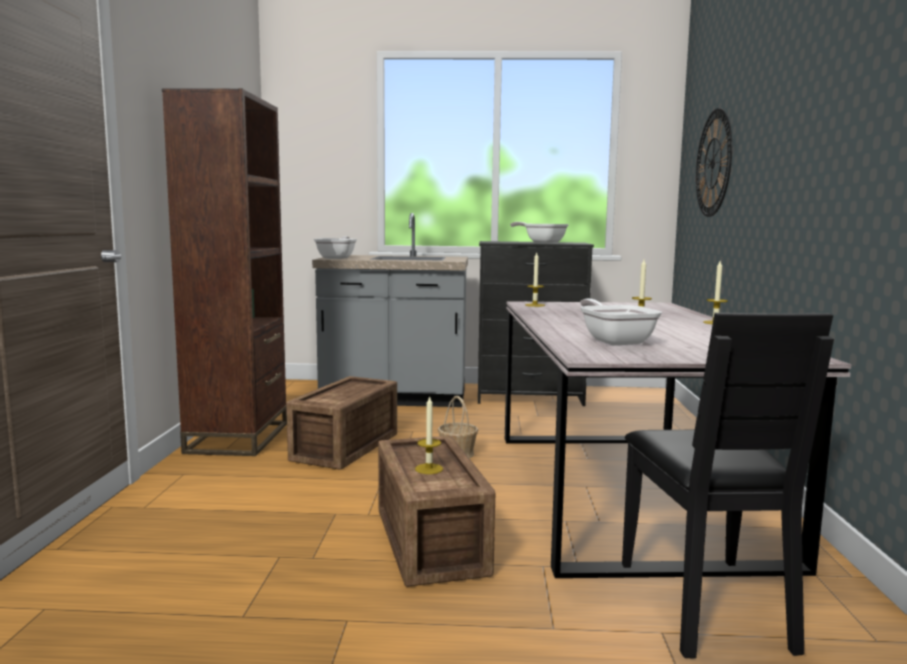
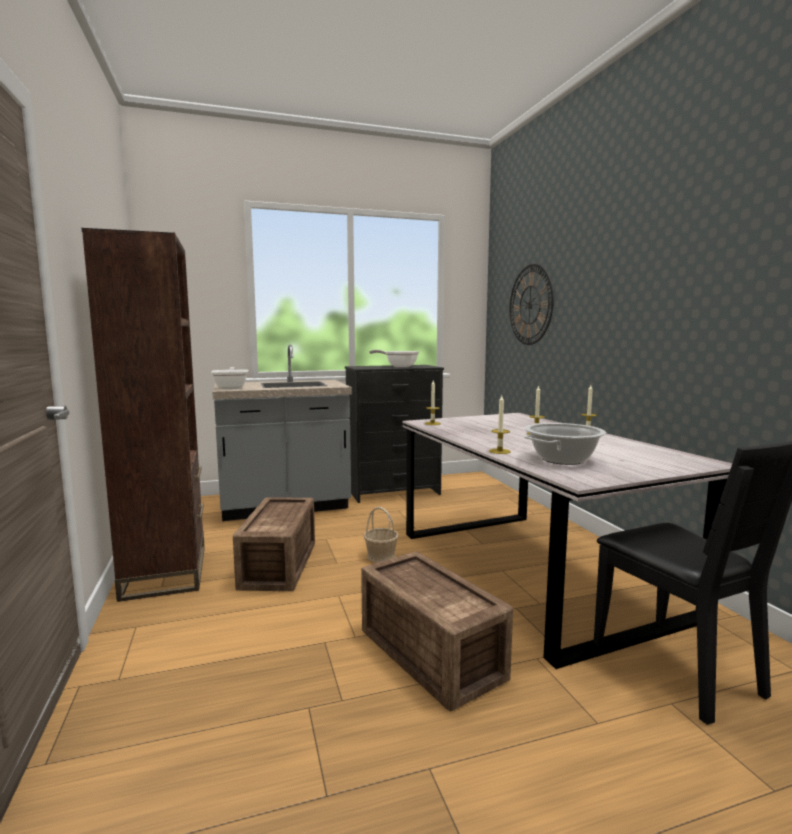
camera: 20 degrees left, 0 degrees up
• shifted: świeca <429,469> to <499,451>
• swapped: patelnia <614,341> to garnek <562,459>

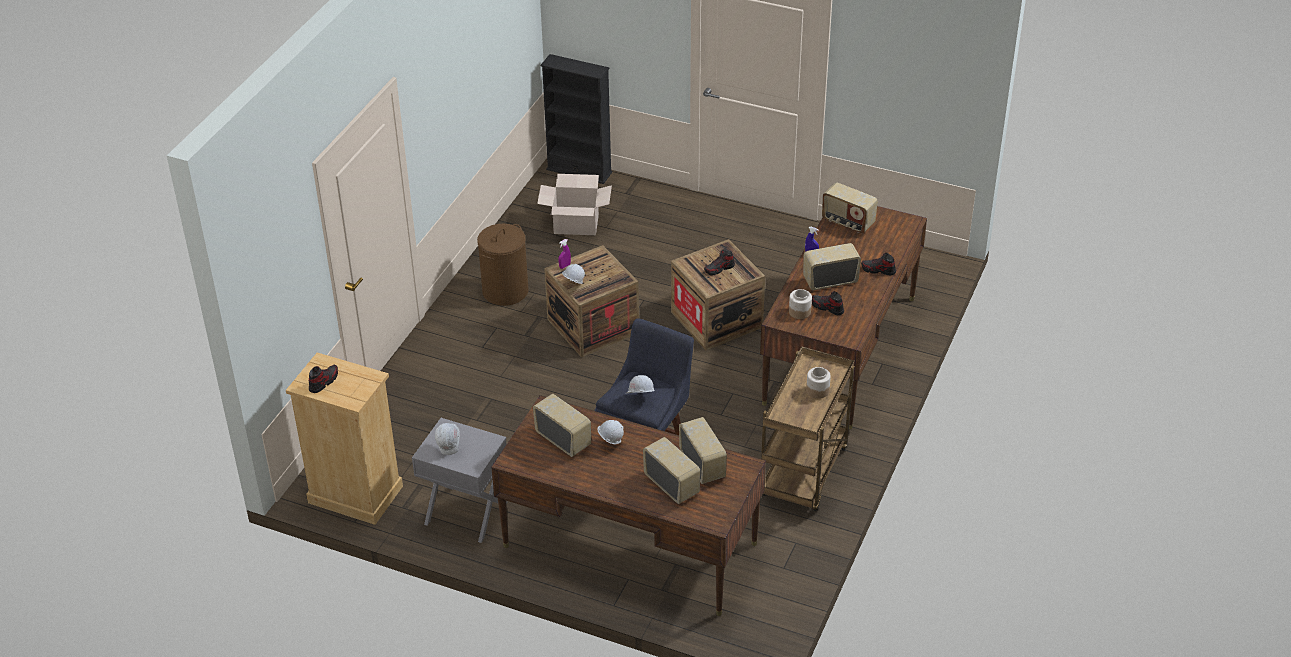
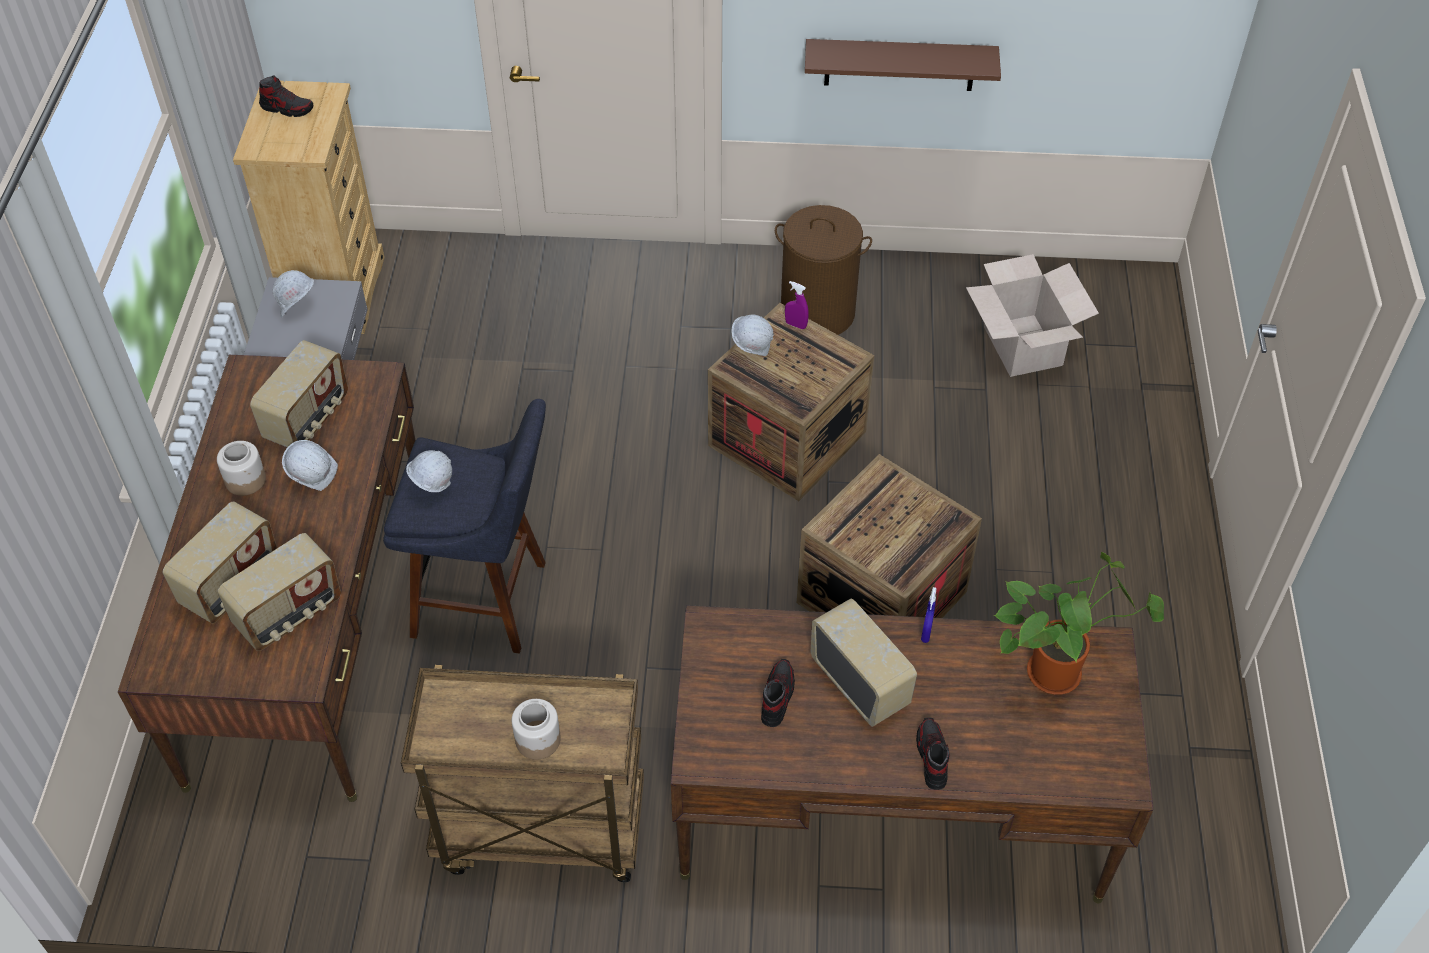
camera: 70 degrees right, 10 degrees up
• shifted: słoik <799,312> to <246,479>
• new: półka/brązowy <899,64>
• swapped: radio <847,222> to roślina doniczkowa <1057,669>
• gone: regał/czarny <579,171>
• gone: but <719,269>

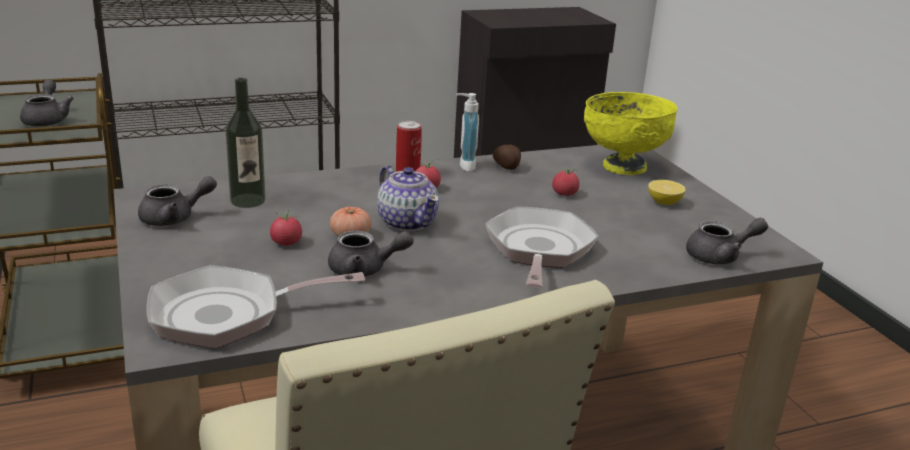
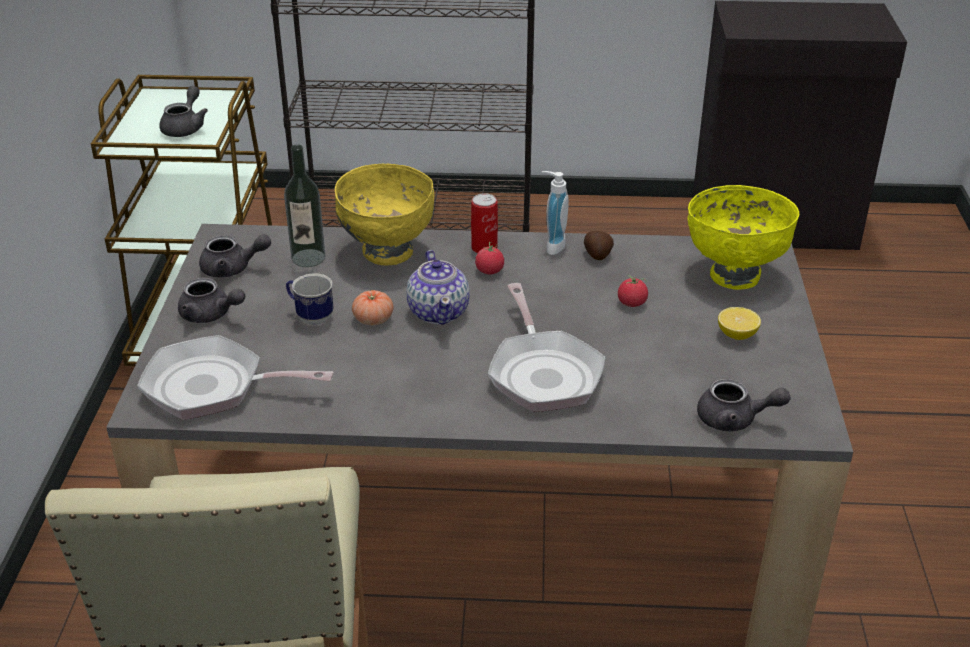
camera: 25 degrees right, 10 degrees up
• shifted: imbryk/szary <365,269> to <210,315>
• swapped: pomidor <286,243> to kubek <310,316>
• new: miska/żółty <387,253>
• rotated: patelnia <539,250> = <543,372> 135 degrees clockwise

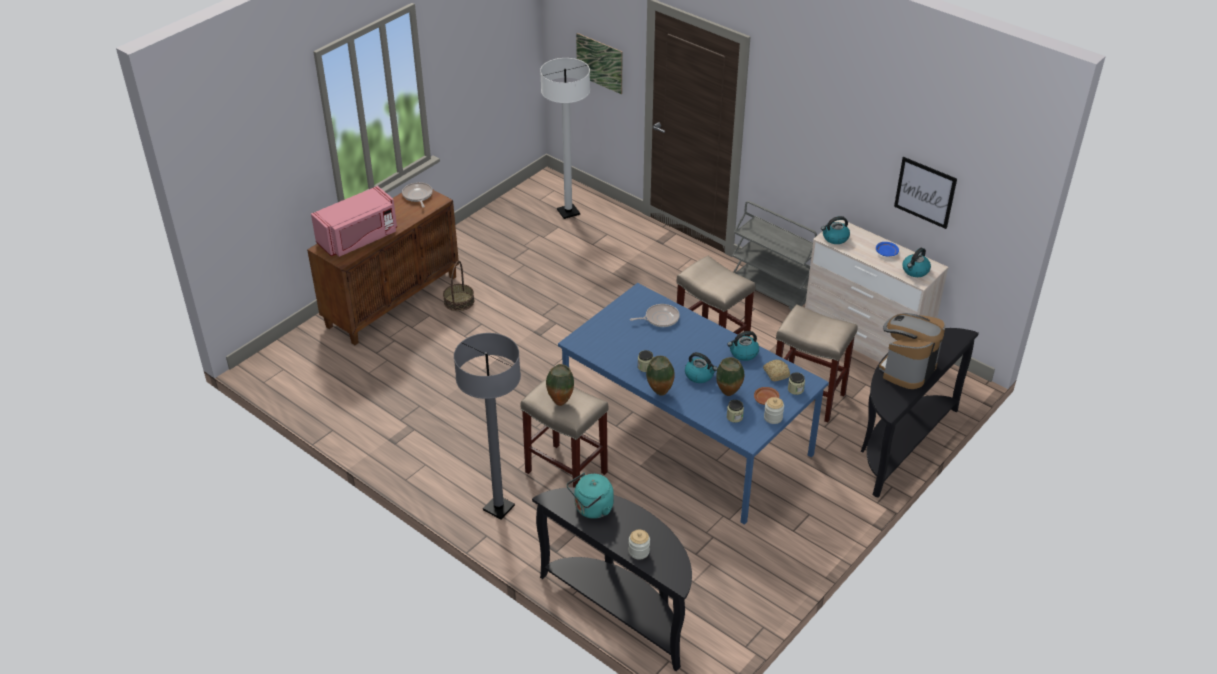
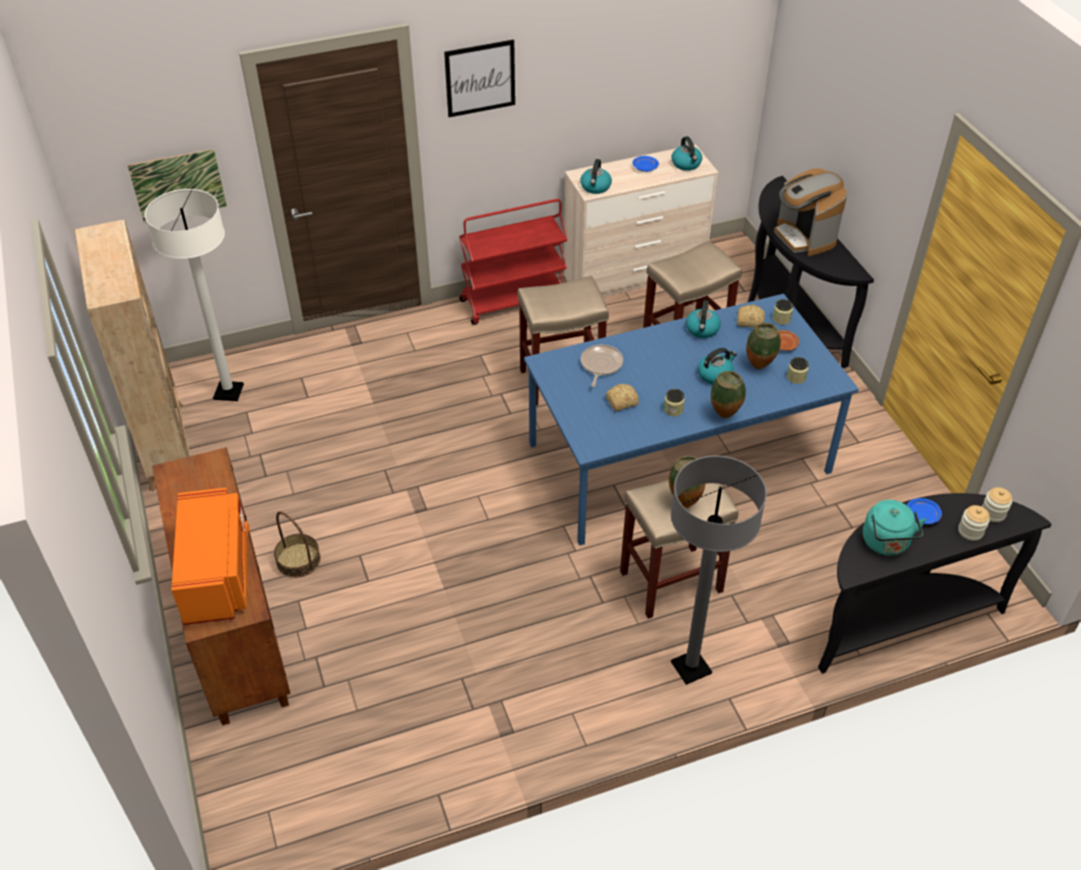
camera: 60 degrees left, 5 degrees up
• new: regał/beżowy <167,445>
• repainted: mikrofalówka/różowy <358,238> to mikrofalówka/pomarańczowy <217,574>
• shifted: obraz <925,192> to <480,78>
• repainted: wózek/szary <773,293> to wózek/czerwony <514,301>
• new: chleb <620,401>
• new: talerz/niebieski <923,515>
• shifted: słoik <773,417> to <993,513>
• gone: patelnia <417,196>

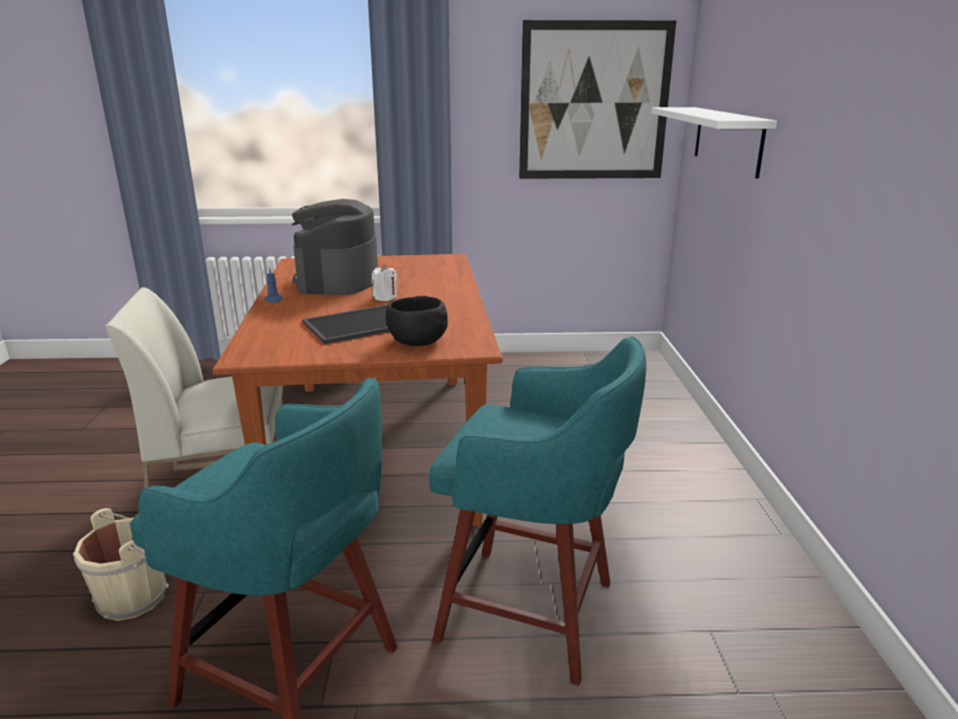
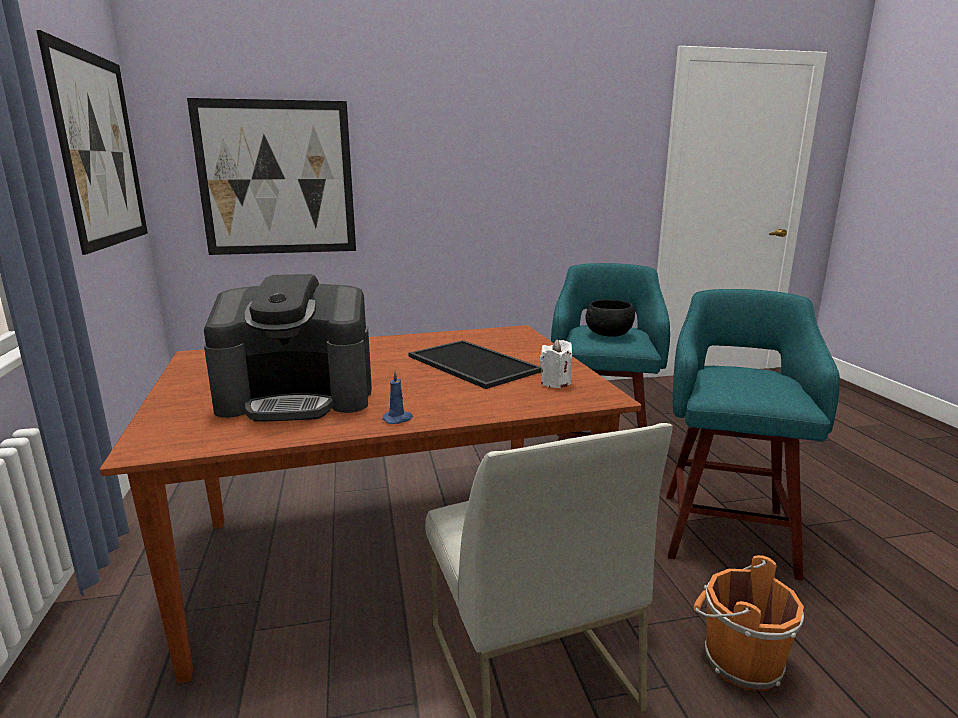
camera: 100 degrees left, 5 degrees down
• swapped: półka/biały <727,139> to obraz <277,179>
• shifted: świeca/biały <385,298> to <555,383>
• shifted: miska/czarny <416,341> to <608,334>
• repainted: wiadro/beżowy <135,595> to wiadro/pomarańczowy <738,660>

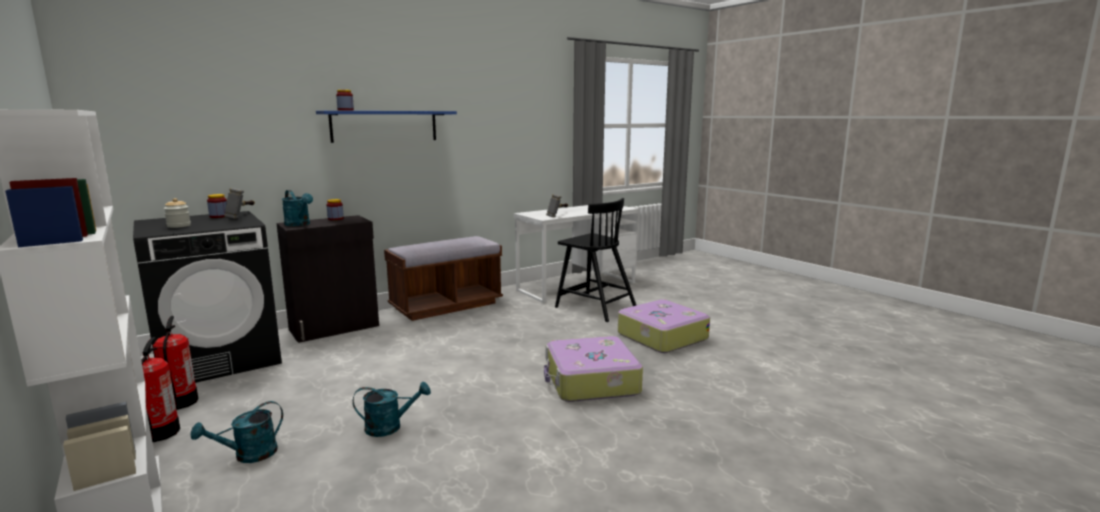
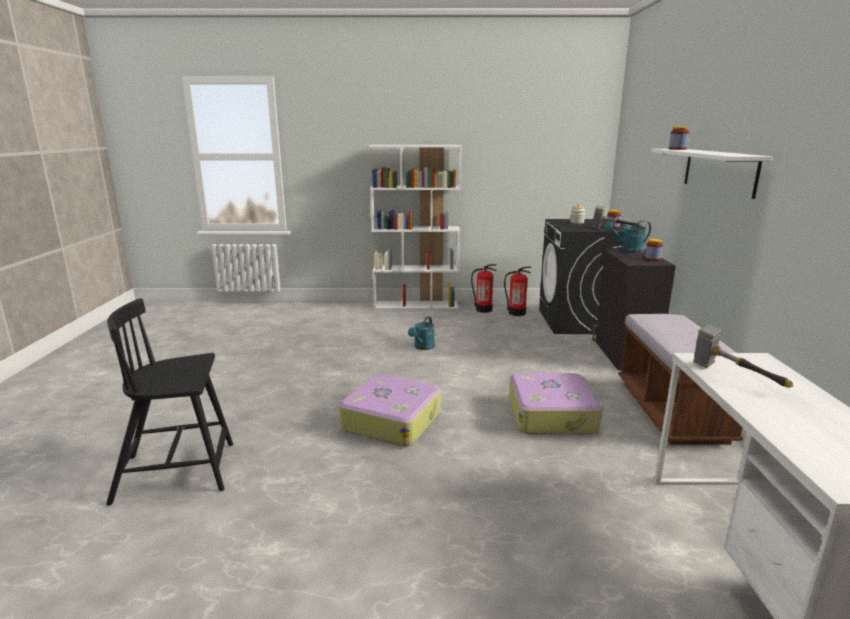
camera: 125 degrees right, 5 degrees up
• shifted: krzesło/czarny <594,307> to <178,472>
• shifted: walizka <661,336> to <552,415>
• repainted: półka/niebieski <384,126> to półka/biały <719,171>
• gone: konewka/turkusowy <248,455>

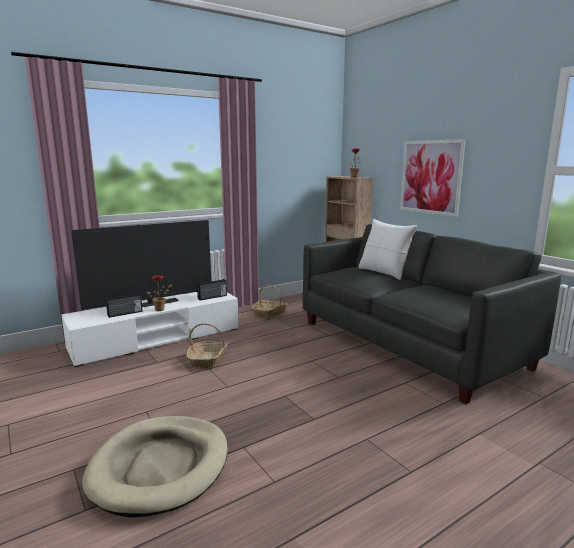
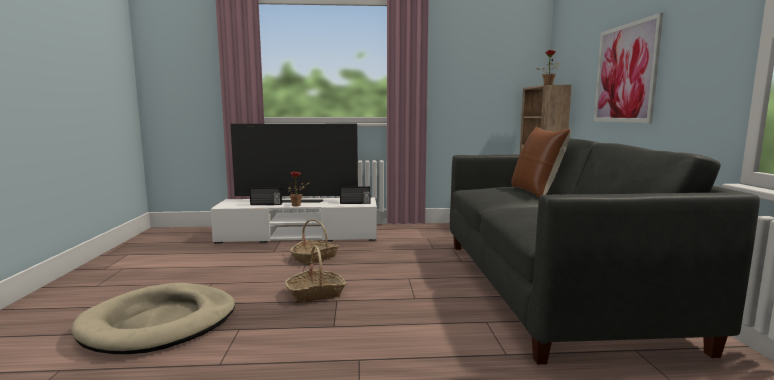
camera: 30 degrees right, 5 degrees down
• shifted: koszyk <270,313> to <316,294>
• repainted: poduszka/biały <384,272> to poduszka/brązowy <535,192>

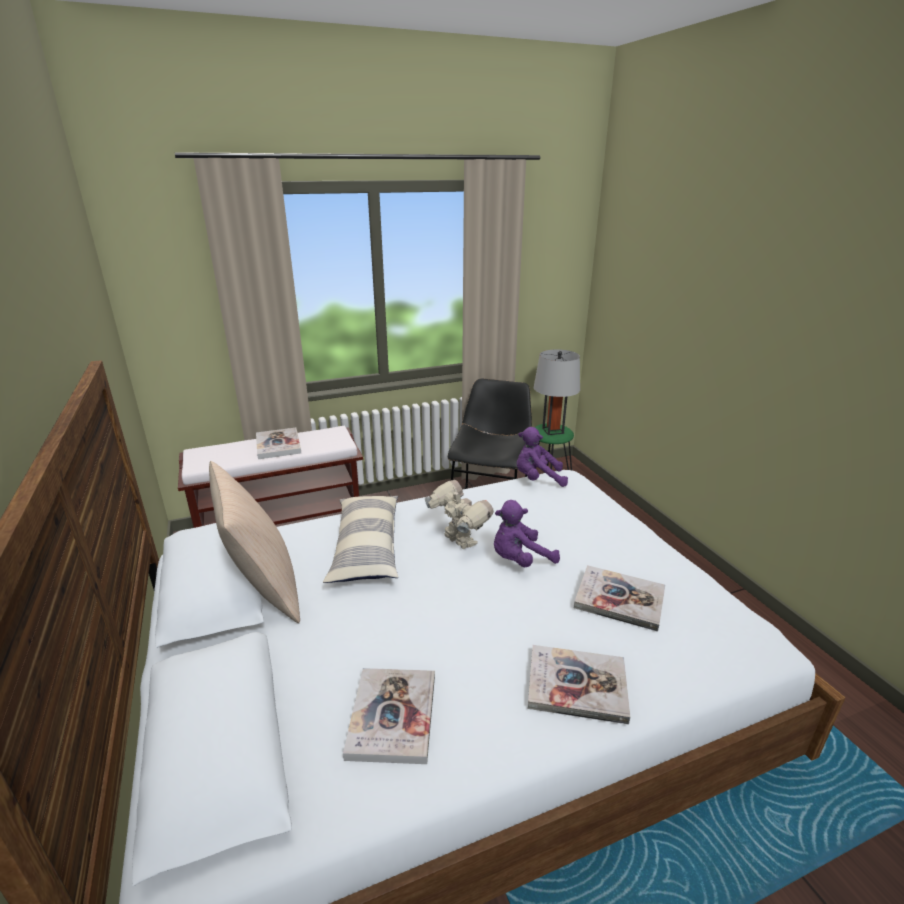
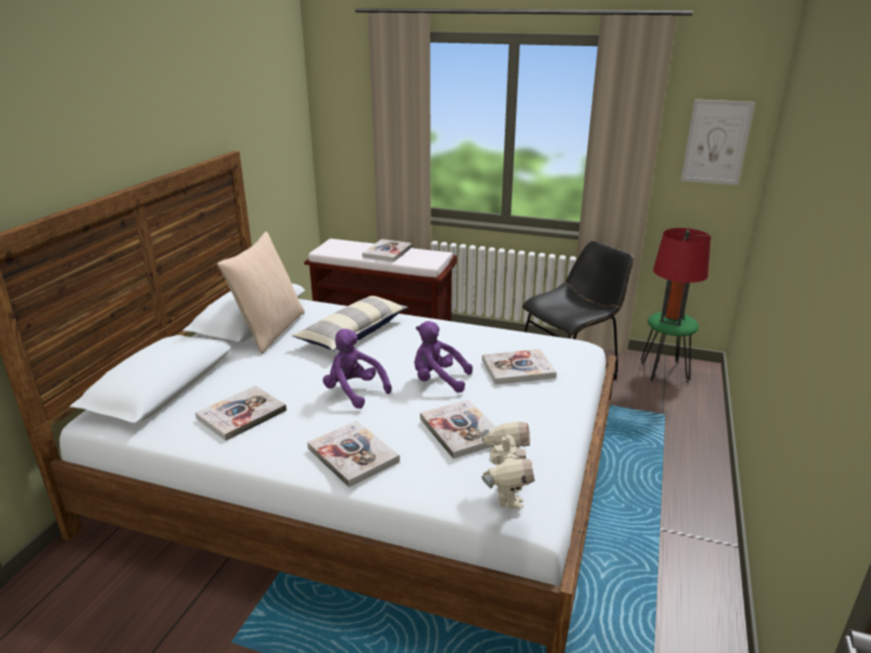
camera: 40 degrees right, 0 degrees up
• shifted: pluszak/fioletowy <537,479> to <354,391>
• shifted: robot zabawkowy <458,542> to <505,496>
• new: książka <518,368>
• repainted: lampa stołowa/szary <552,430> to lampa stołowa/czerwony <671,320>
• new: obraz <716,142>

